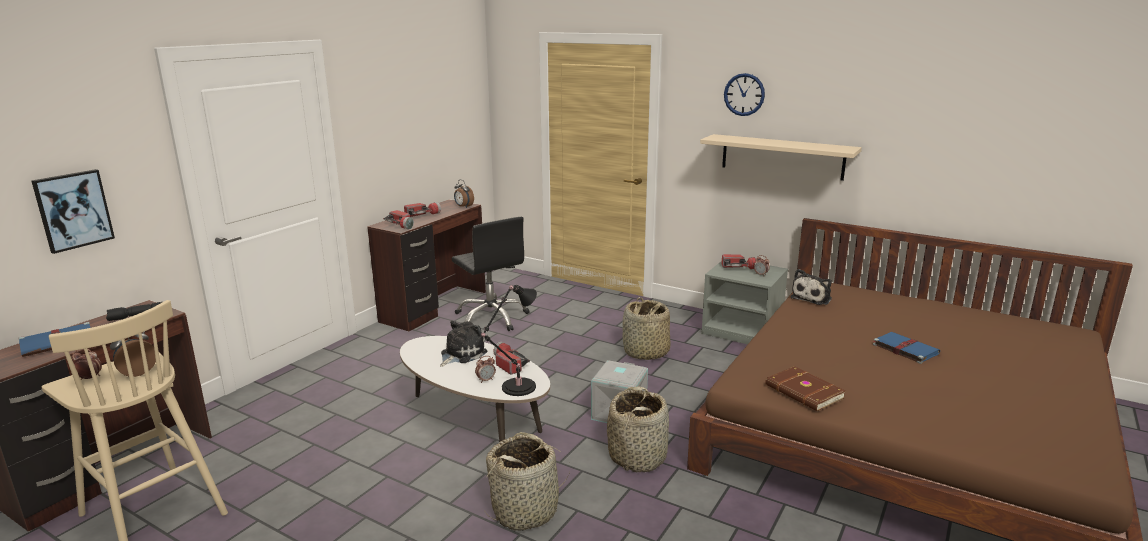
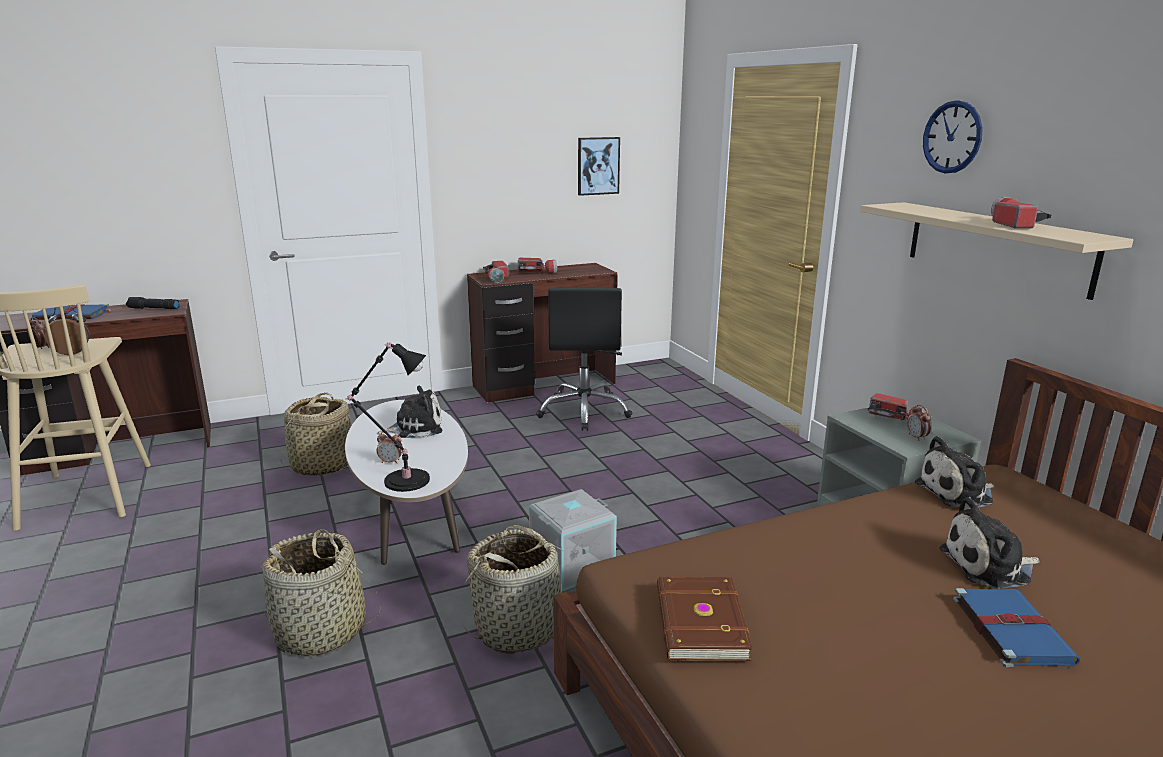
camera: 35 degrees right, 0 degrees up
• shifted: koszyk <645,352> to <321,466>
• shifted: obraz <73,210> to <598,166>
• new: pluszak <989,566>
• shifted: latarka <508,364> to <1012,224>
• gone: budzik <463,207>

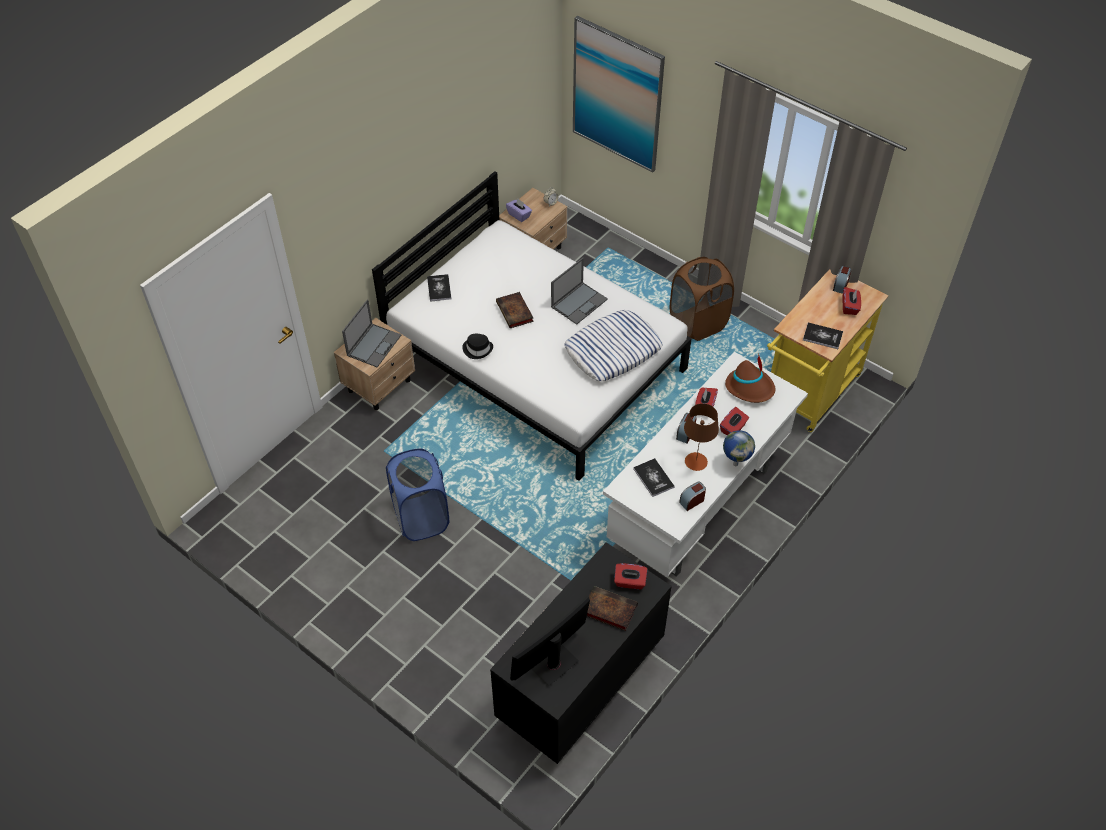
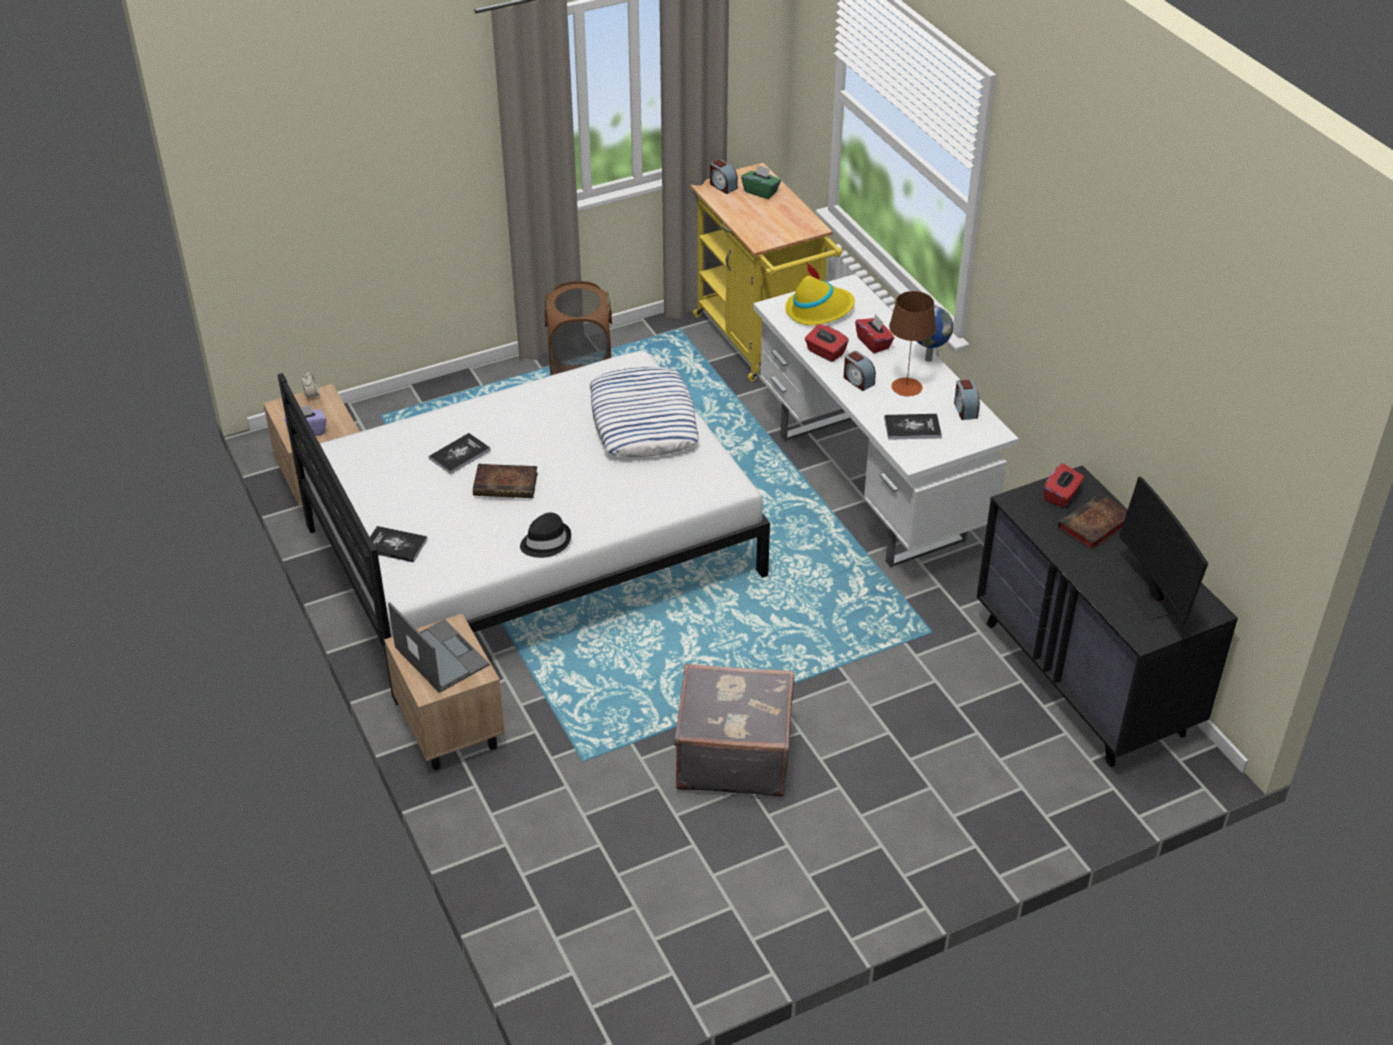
camera: 65 degrees left, 10 degrees down
• shifted: książka <822,336> to <459,454>
• swapped: kosz na pranie/niebieski <421,518> to walizka/szary <733,755>
• repainted: pudełko chusteczek/czerwony <849,307> to pudełko chusteczek/zielony <761,192>
• repainted: kapelusz/brązowy <750,387> to kapelusz/żółty <819,310>
• gone: laptop <579,303>
• gone: obraz <617,95>

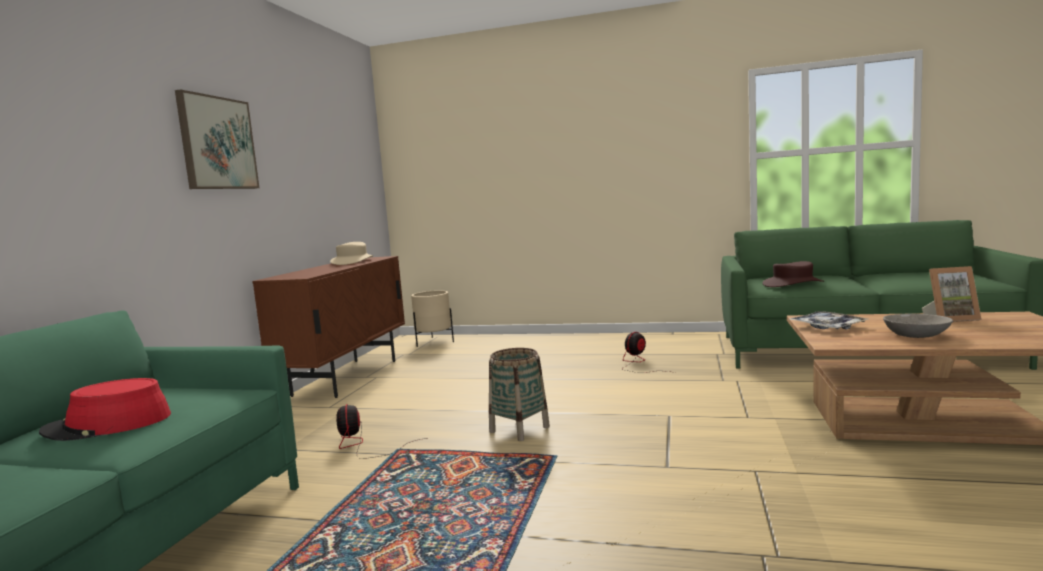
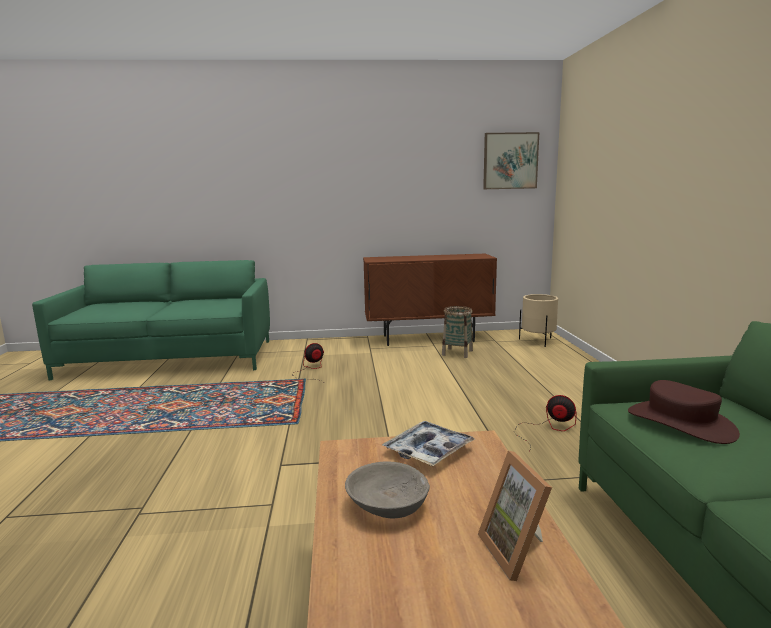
camera: 70 degrees right, 5 degrees up
• shifted: koszyk <519,429> to <457,353>
• shifted: obraz <217,143> to <510,161>
• gone: kapelusz/czerwony <108,425>
• gone: kapelusz/beżowy <352,261>

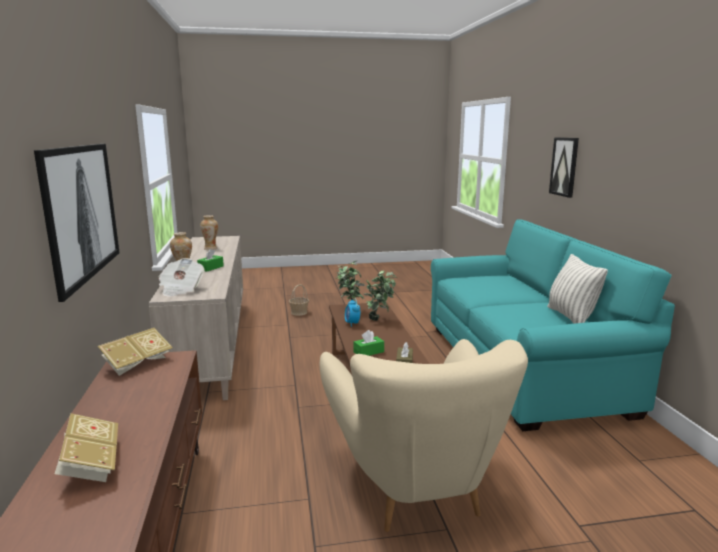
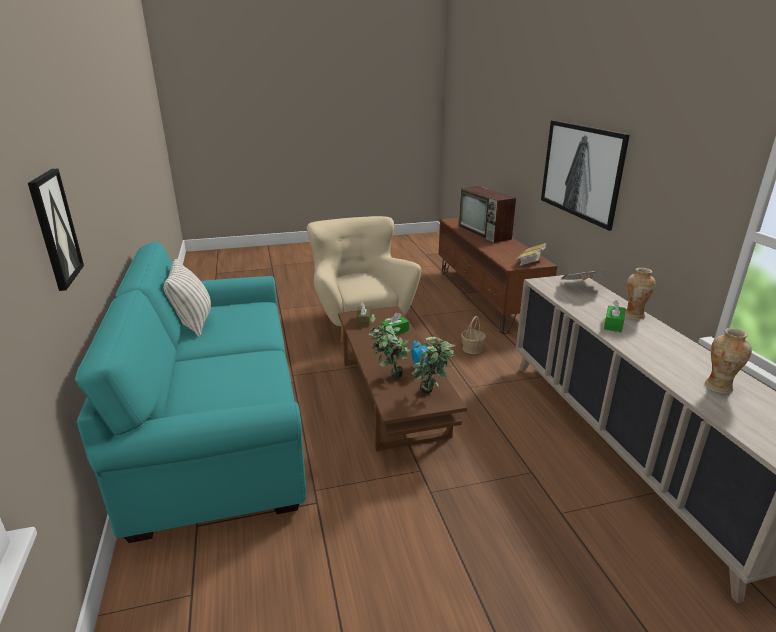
camera: 175 degrees right, 10 degrees up
• swapped: książka <91,464> to telewizor <485,233>
• shifted: koszyk <299,312> to <472,349>

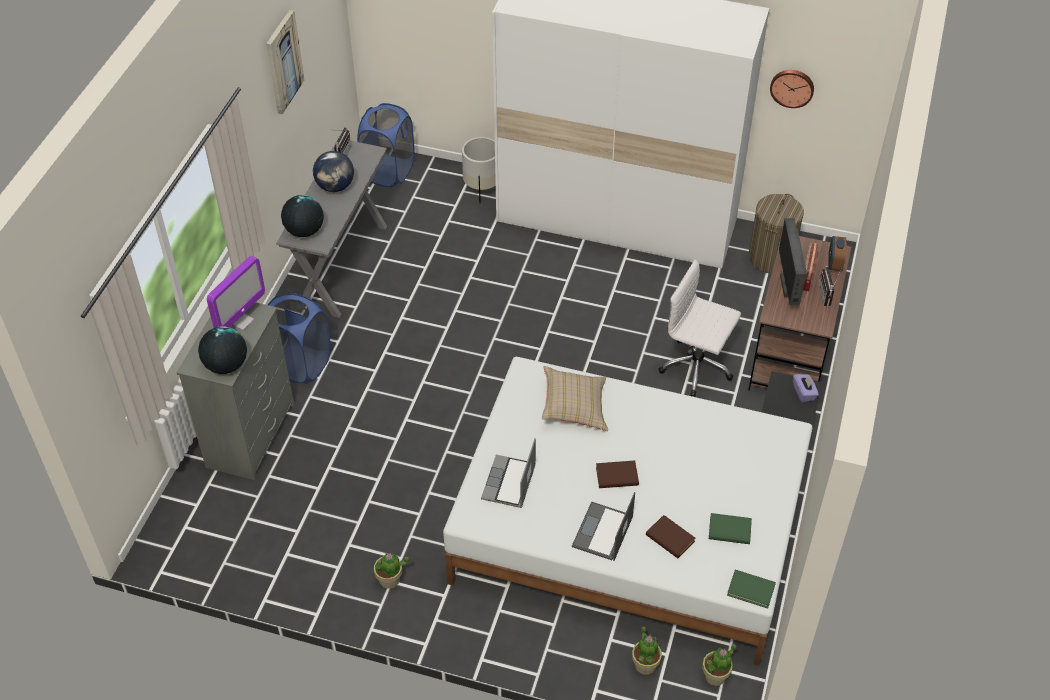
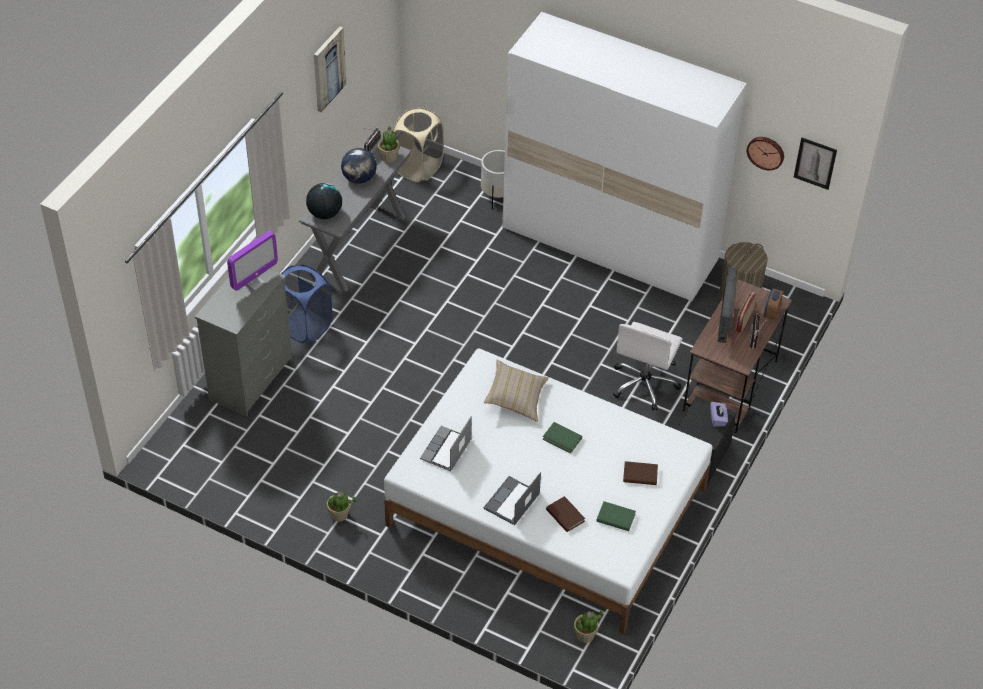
camera: 10 degrees right, 0 degrees up
• shifted: roślina doniczkowa <645,664> to <389,157>
• repainted: kosz na pranie/niebieski <388,172> to kosz na pranie/beżowy <418,168>
• shifted: książka/zielony <751,590> to <562,438>
• rotated: krzesło biurowe/biały <698,367> = <644,384> 105 degrees counterclockwise
• shifted: książka/brązowy <617,476> to <640,475>
• new: obraz <815,163>
• gone: globus <226,365>

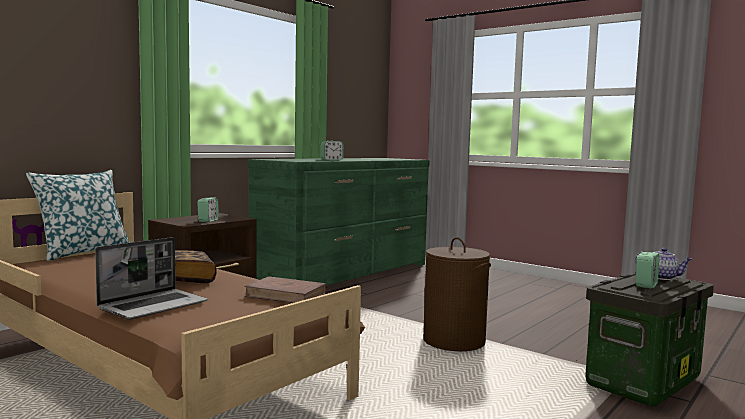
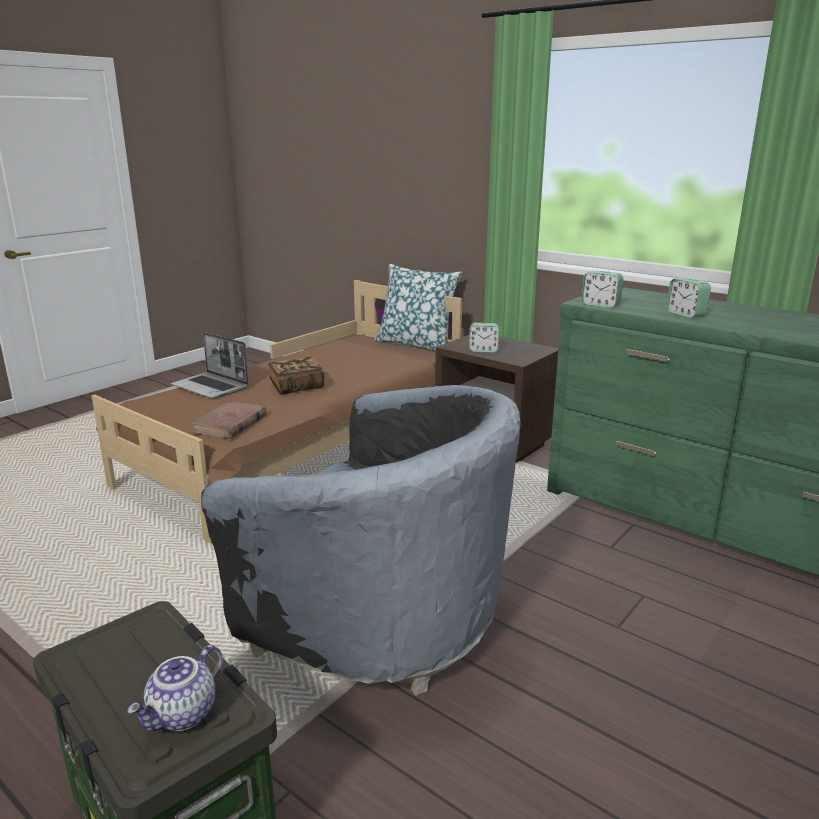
camera: 90 degrees right, 15 degrees up
• swapped: kosz na pranie/brązowy <454,341> to fotel/czarny <379,622>
• shifted: budzik <646,285> to <600,305>

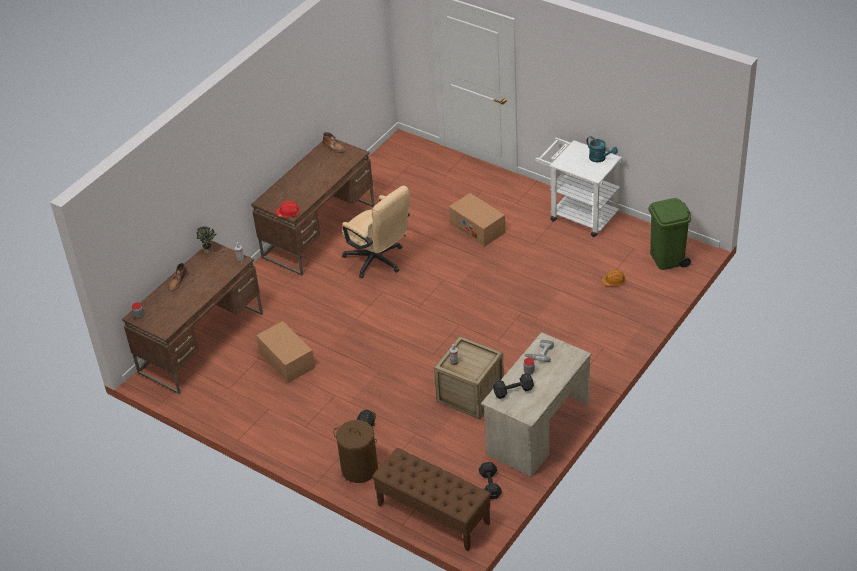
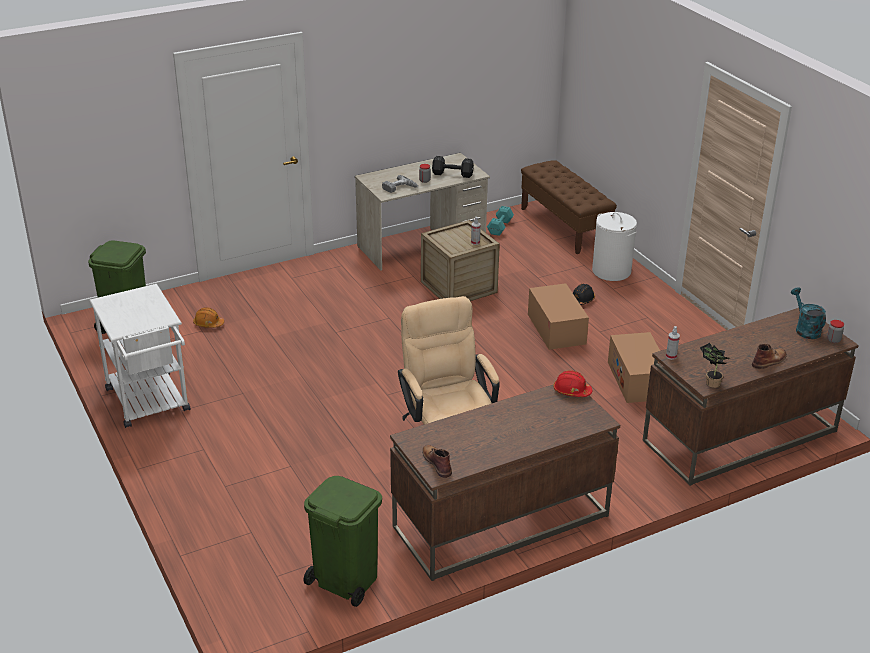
camera: 155 degrees left, 10 degrees down
• new: kosz na śmieci/zielony <345,580>
• repainted: hantel/czarny <490,486> to hantel/turkusowy <500,227>
• shifted: karton <477,228> to <556,329>
• repainted: kosz na pranie/brązowy <359,469> to kosz na pranie/biały <611,271>
• shifted: konewka/turkusowy <600,158> to <805,329>

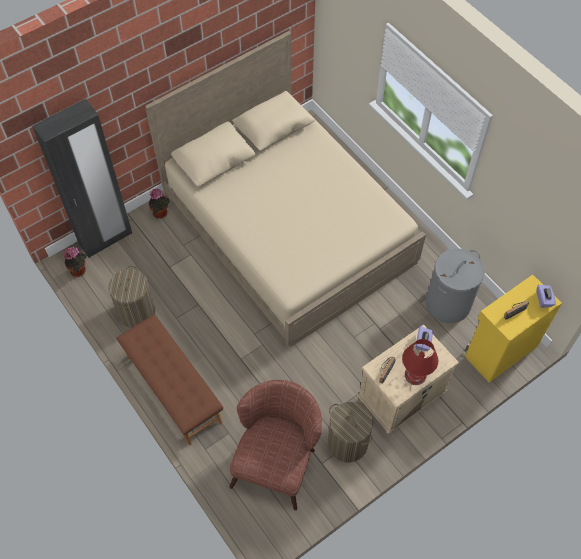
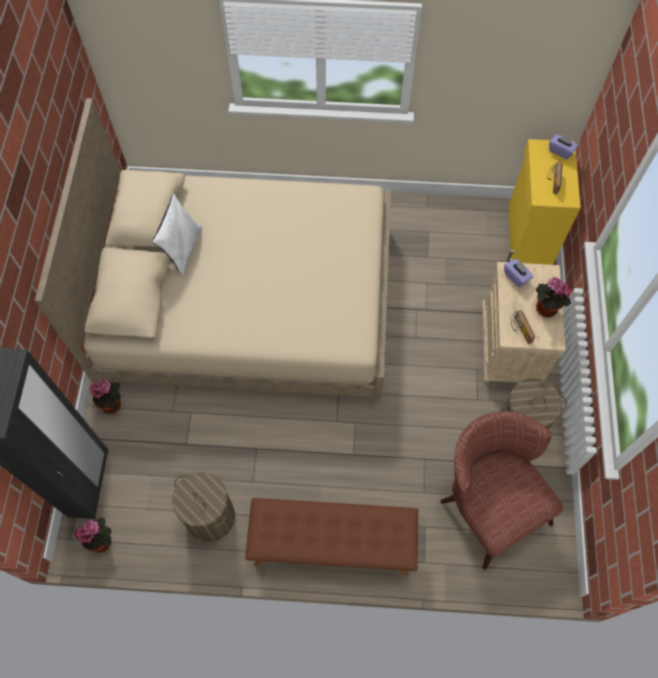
camera: 50 degrees left, 5 degrees up
• new: poduszka/biały <182,249>
• swapped: lampa stołowa/czerwony <415,375> to roślina doniczkowa <544,309>
• gone: kosz na pranie/szary <448,303>

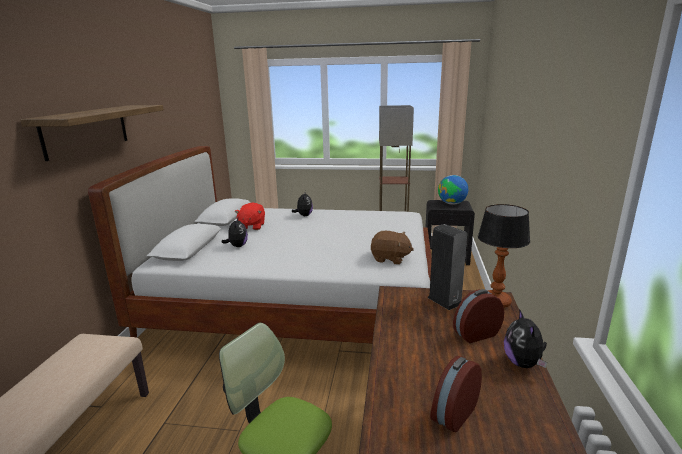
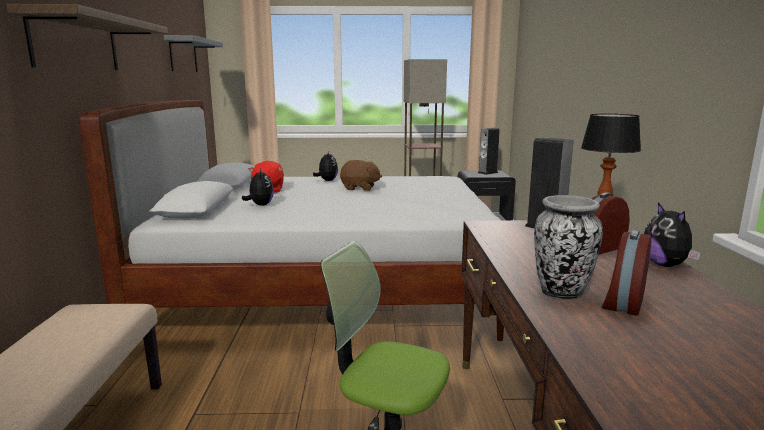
camera: 10 degrees left, 5 degrees down
• new: półka/szary <183,55>
• shifted: pluszak/brązowy <390,259> to <360,188>
• swapped: globus <452,203> to głośnik <487,172>
• new: wazon <561,293>

